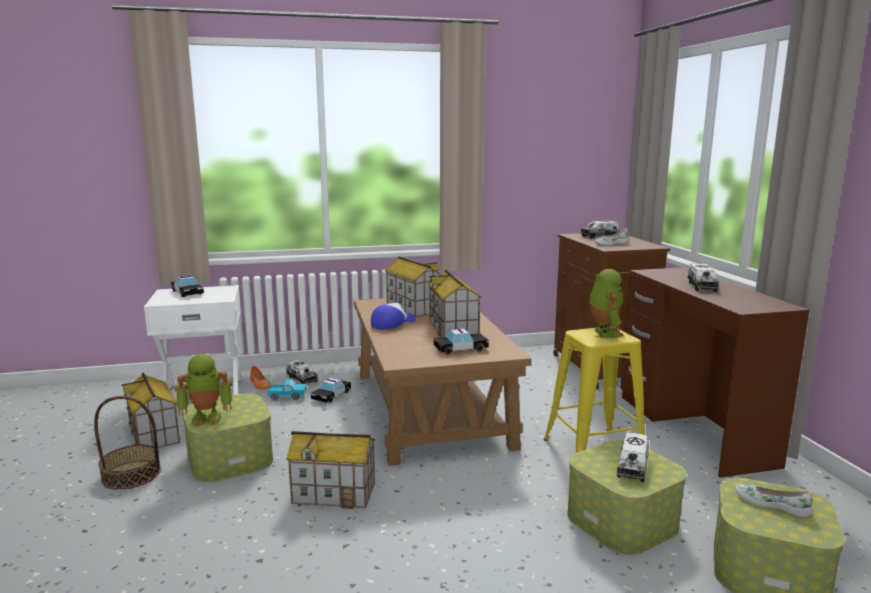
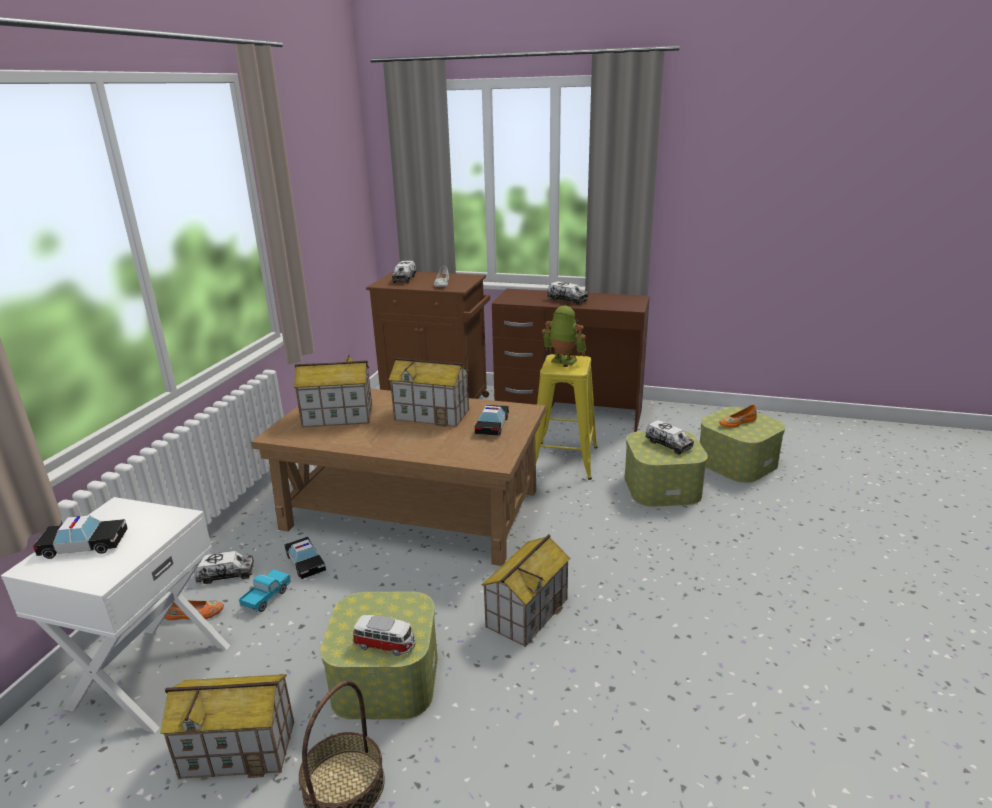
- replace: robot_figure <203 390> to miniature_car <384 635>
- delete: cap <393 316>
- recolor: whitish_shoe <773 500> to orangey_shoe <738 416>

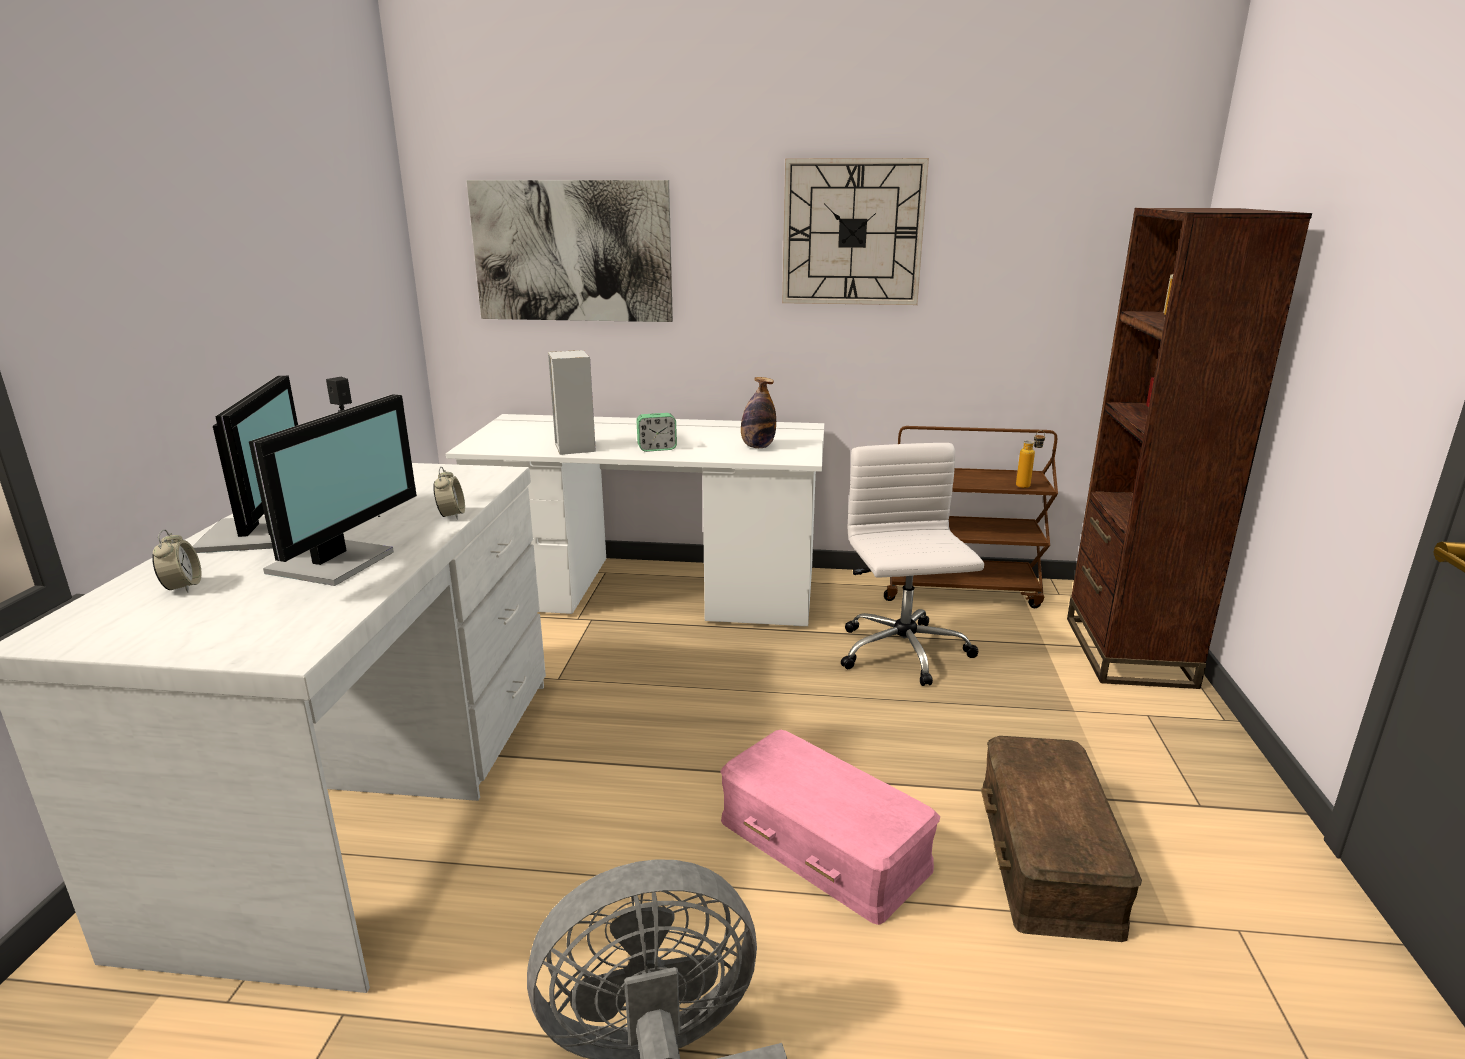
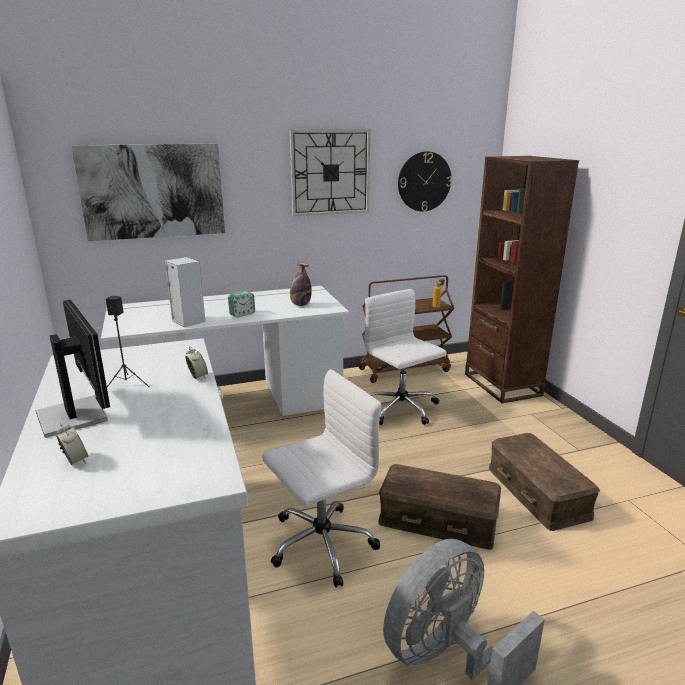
- delete: monitor <333 490>
- recolor: pink-coloured_storage_box <830 827> to brown_storage_box <439 507>
- insert: whitish_office_chair <321 478>
- insert: wall_clock <425 181>

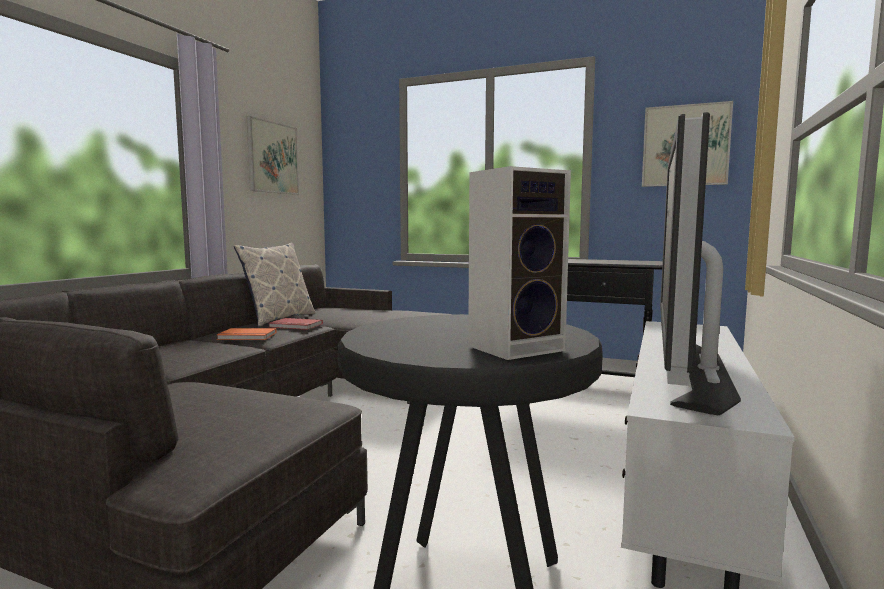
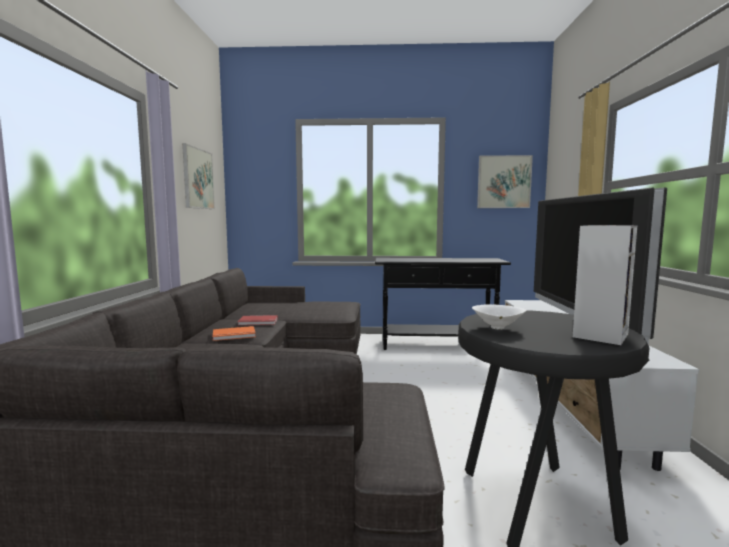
- delete: cushion <274 285>
- insert: whitish_bowl <499 316>

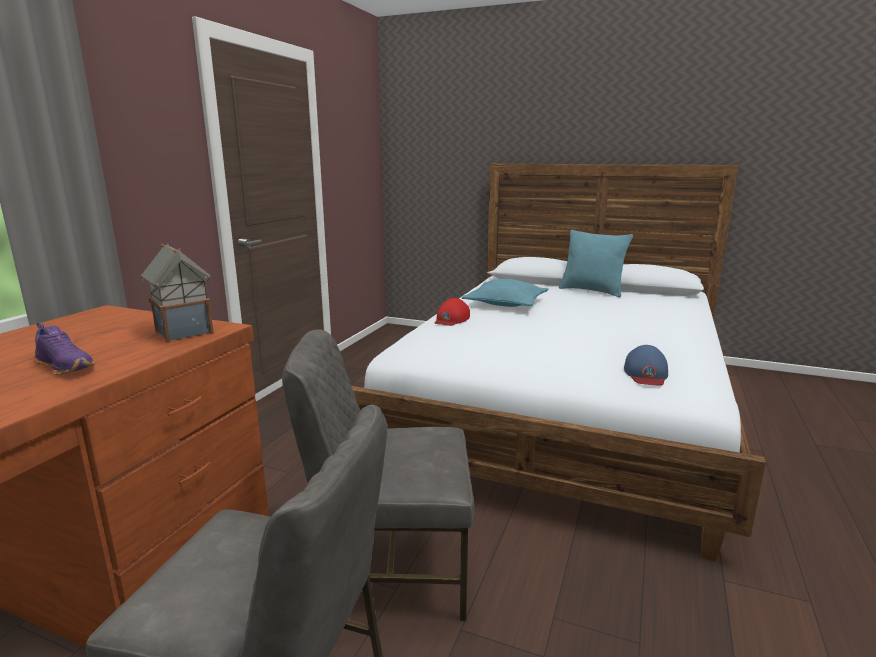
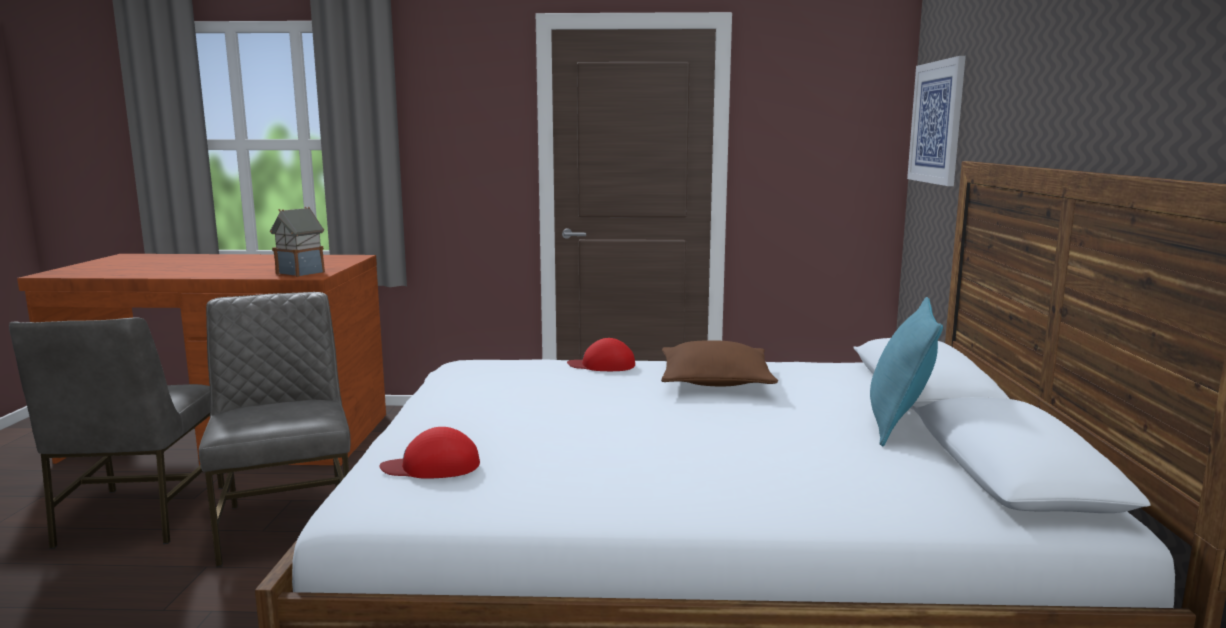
- delete: purplish_shoe <65 349>
- recolor: blue-green_cushion <505 293> to brown_cushion <719 363>
- recolor: blue_cap <646 365> to red_cap <430 453>
- insert: picture <936 121>

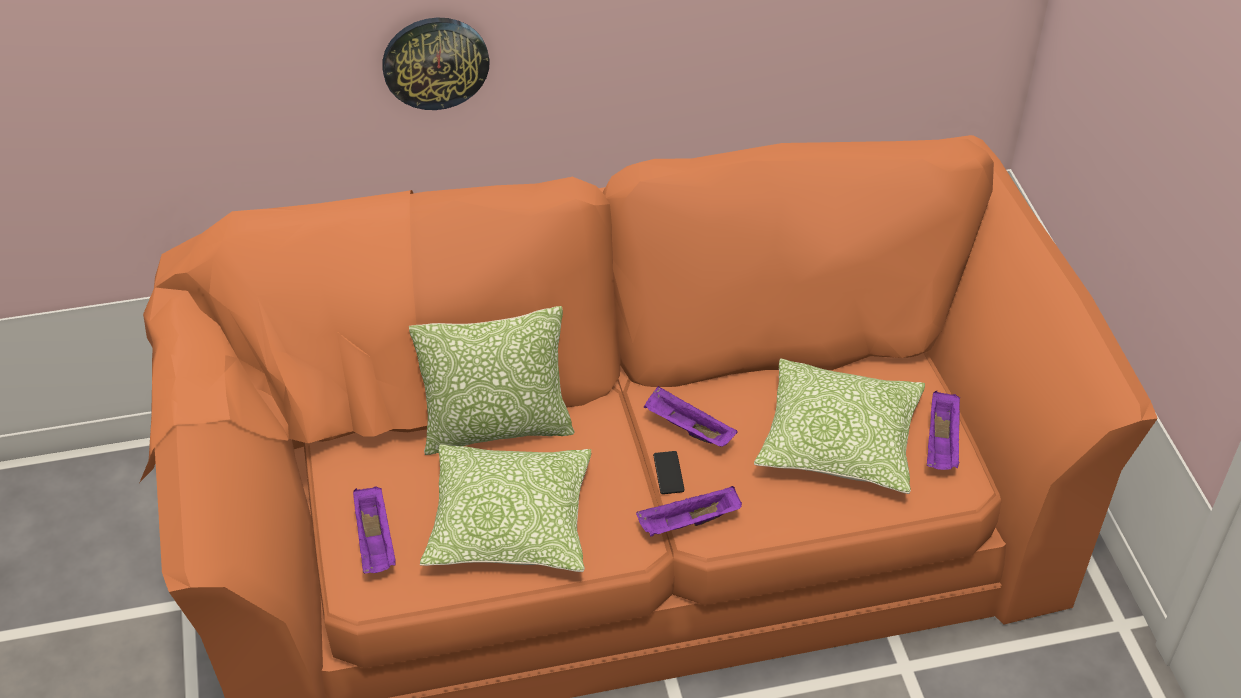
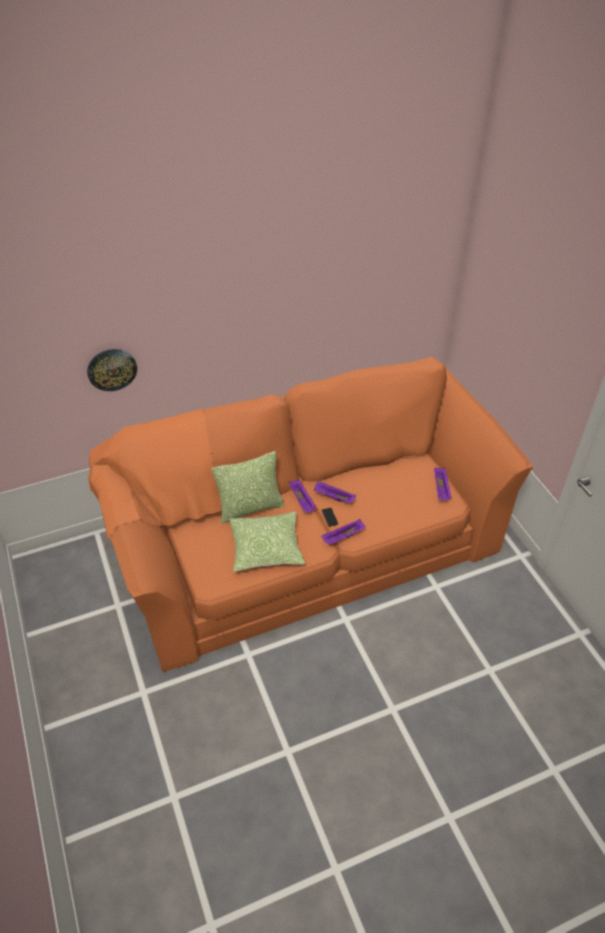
- move: purplish_carrying_tray <374 530> to <302 496>
- move: wall_clock <436 63> to <112 370>
- delete: cushion <839 426>

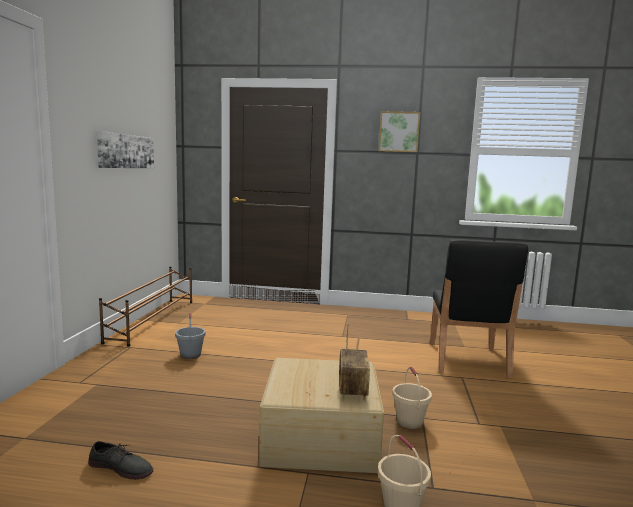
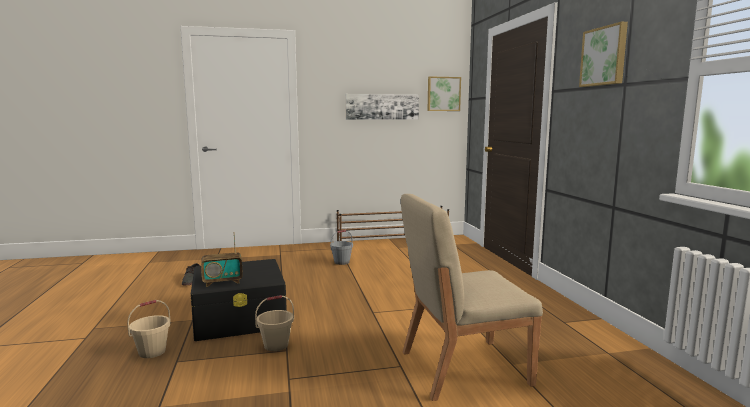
- recolor: sand-coloured_storage_box <321 415> to black_storage_box <239 300>
- recolor: black_plain_chair <479 309> to sand-coloured_plain_chair <472 297>
- insert: picture <444 94>

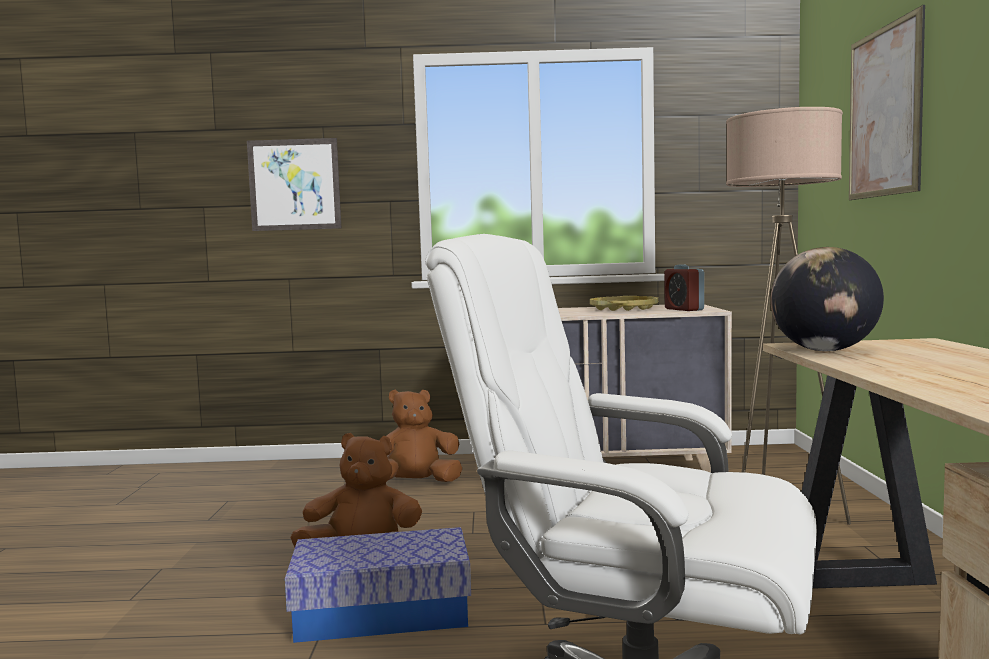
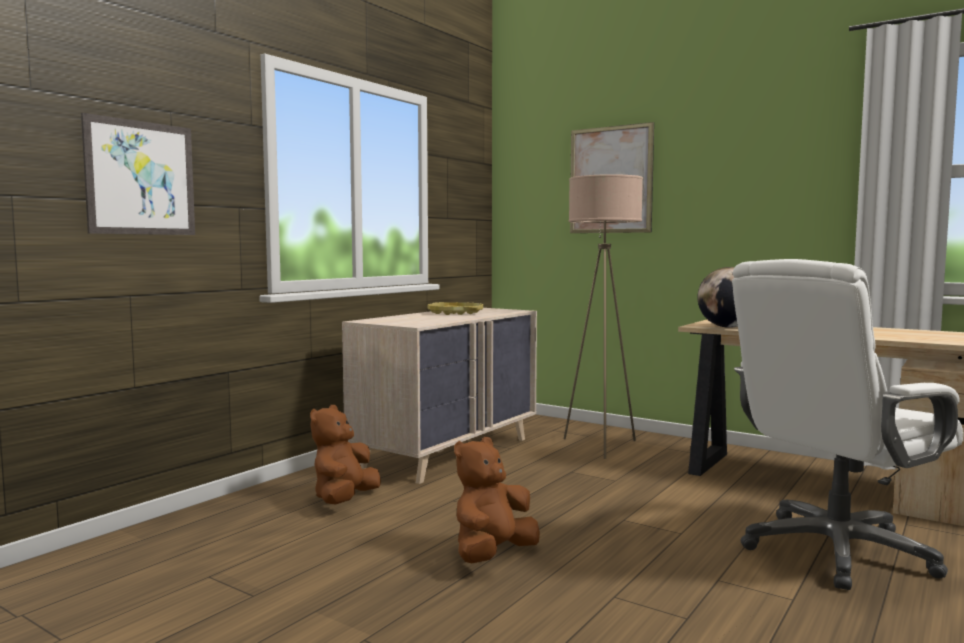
- delete: storage_box <378 585>
- delete: table_clock <684 287>

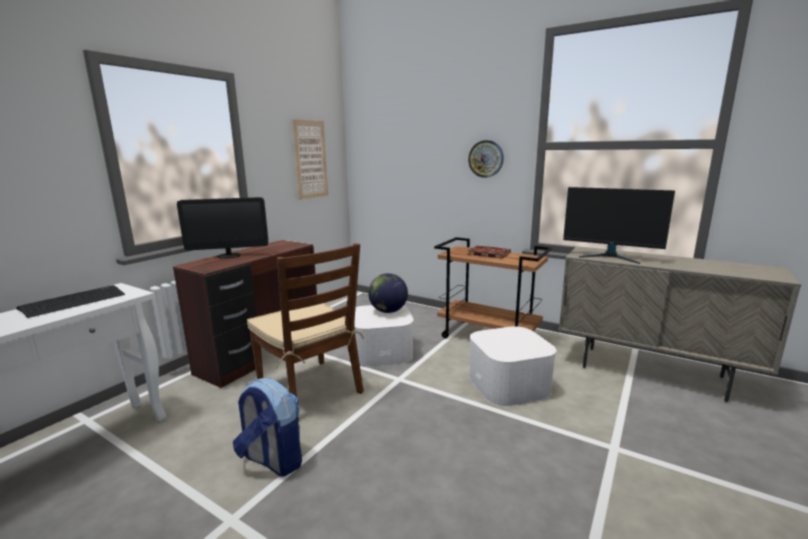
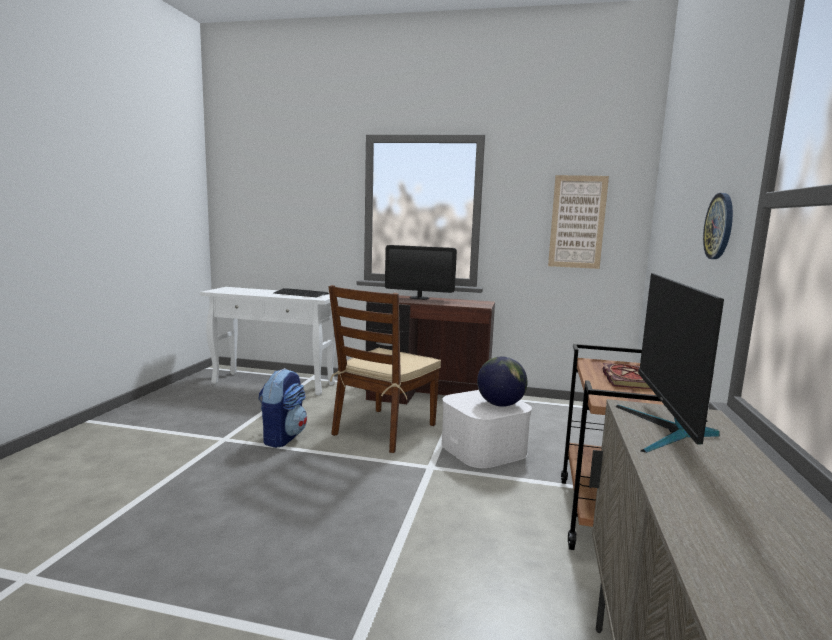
- rotate: monitor <222 228> = <421 272> 45 degrees counterclockwise
- delete: whitish_storage_box <512 366>

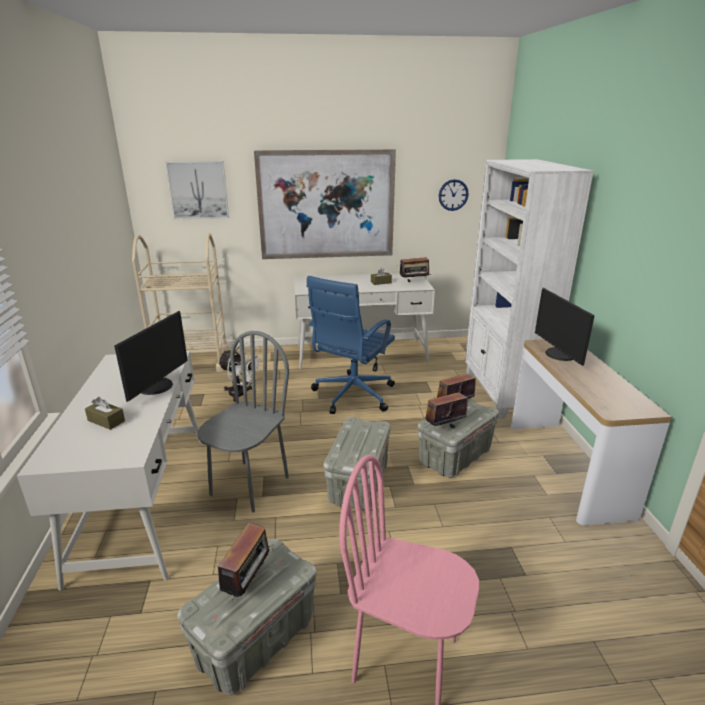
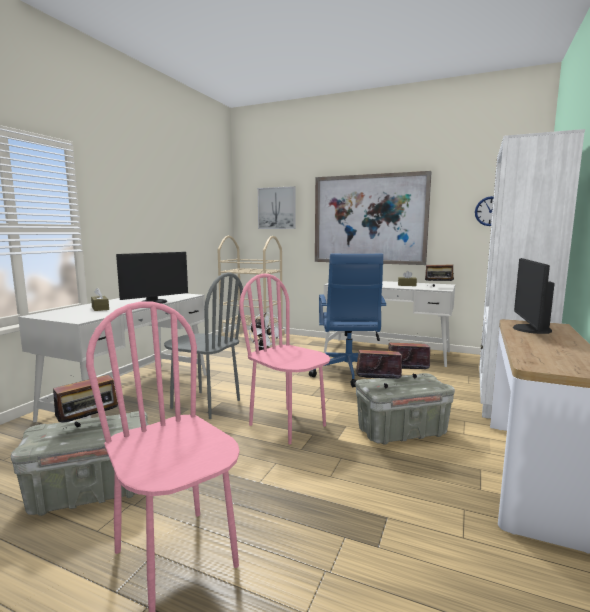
- rotate: greyish_plain_chair <243 421> = <203 346> 60 degrees clockwise
- rotate: blue_office_chair <351 345> = <347 320> 60 degrees counterclockwise
- replace: greyish_storage_box <357 463> to pink-coloured_plain_chair <284 359>

